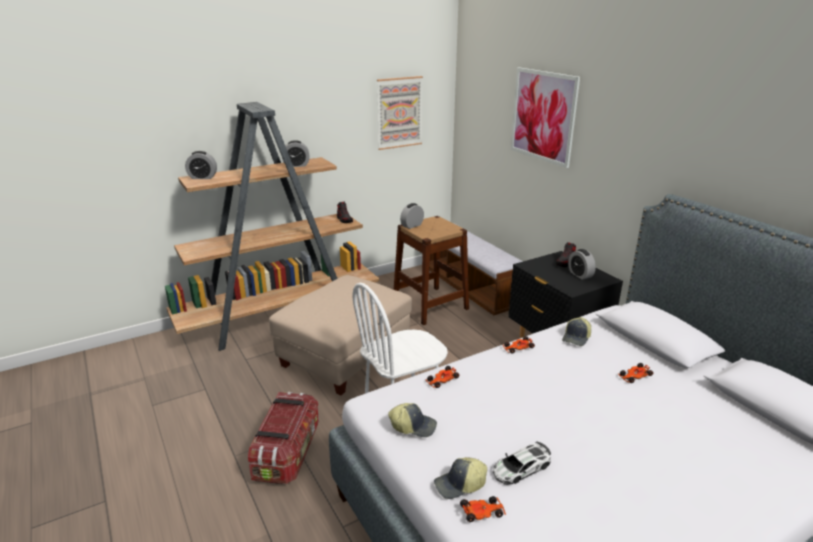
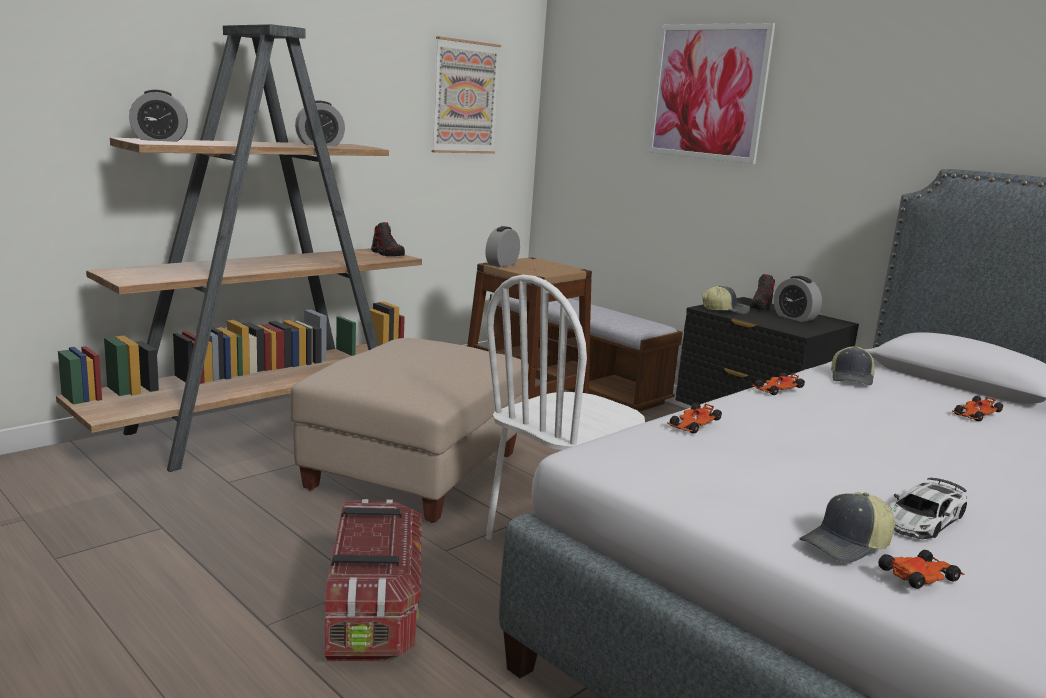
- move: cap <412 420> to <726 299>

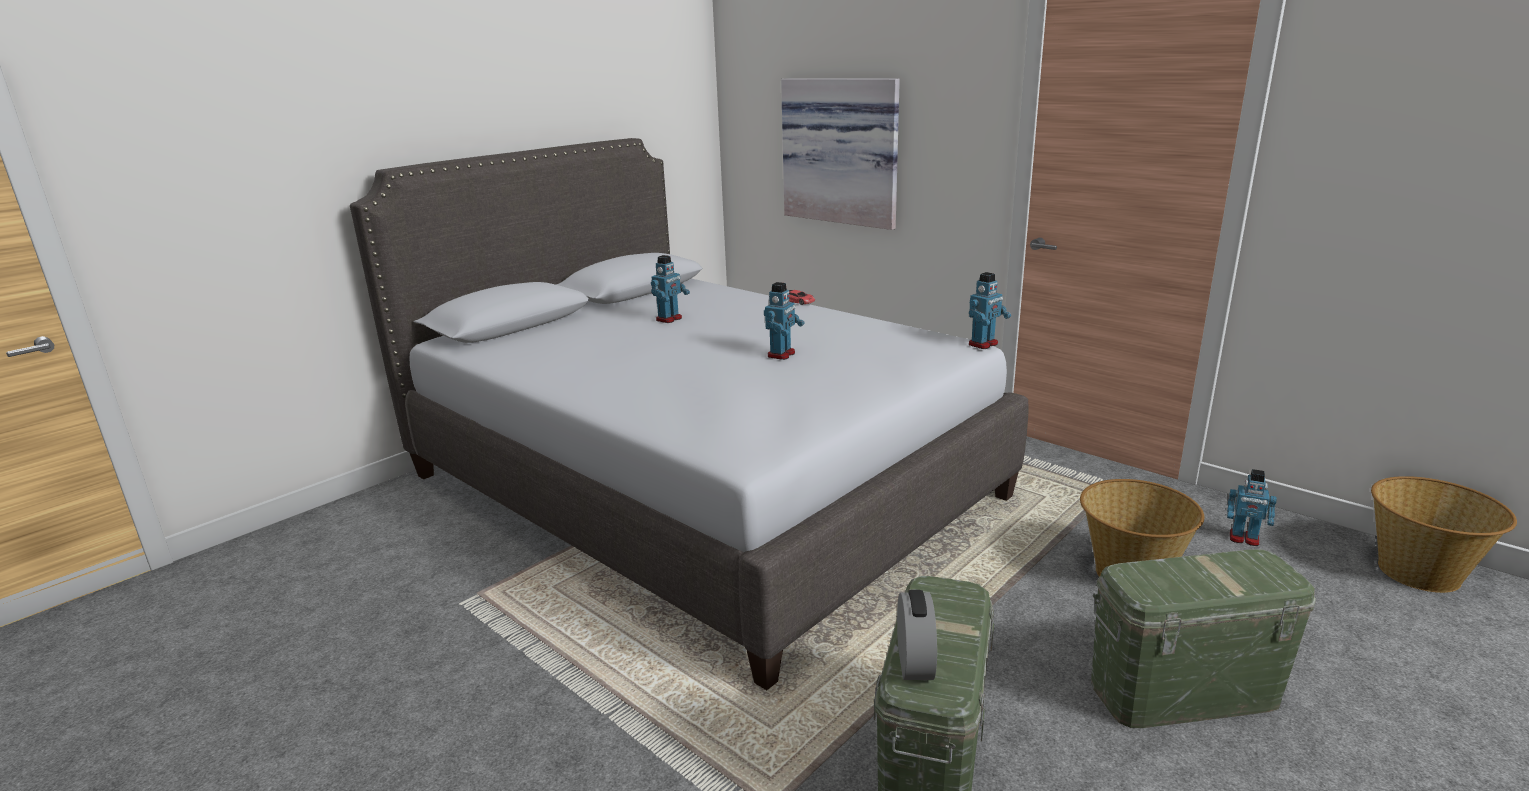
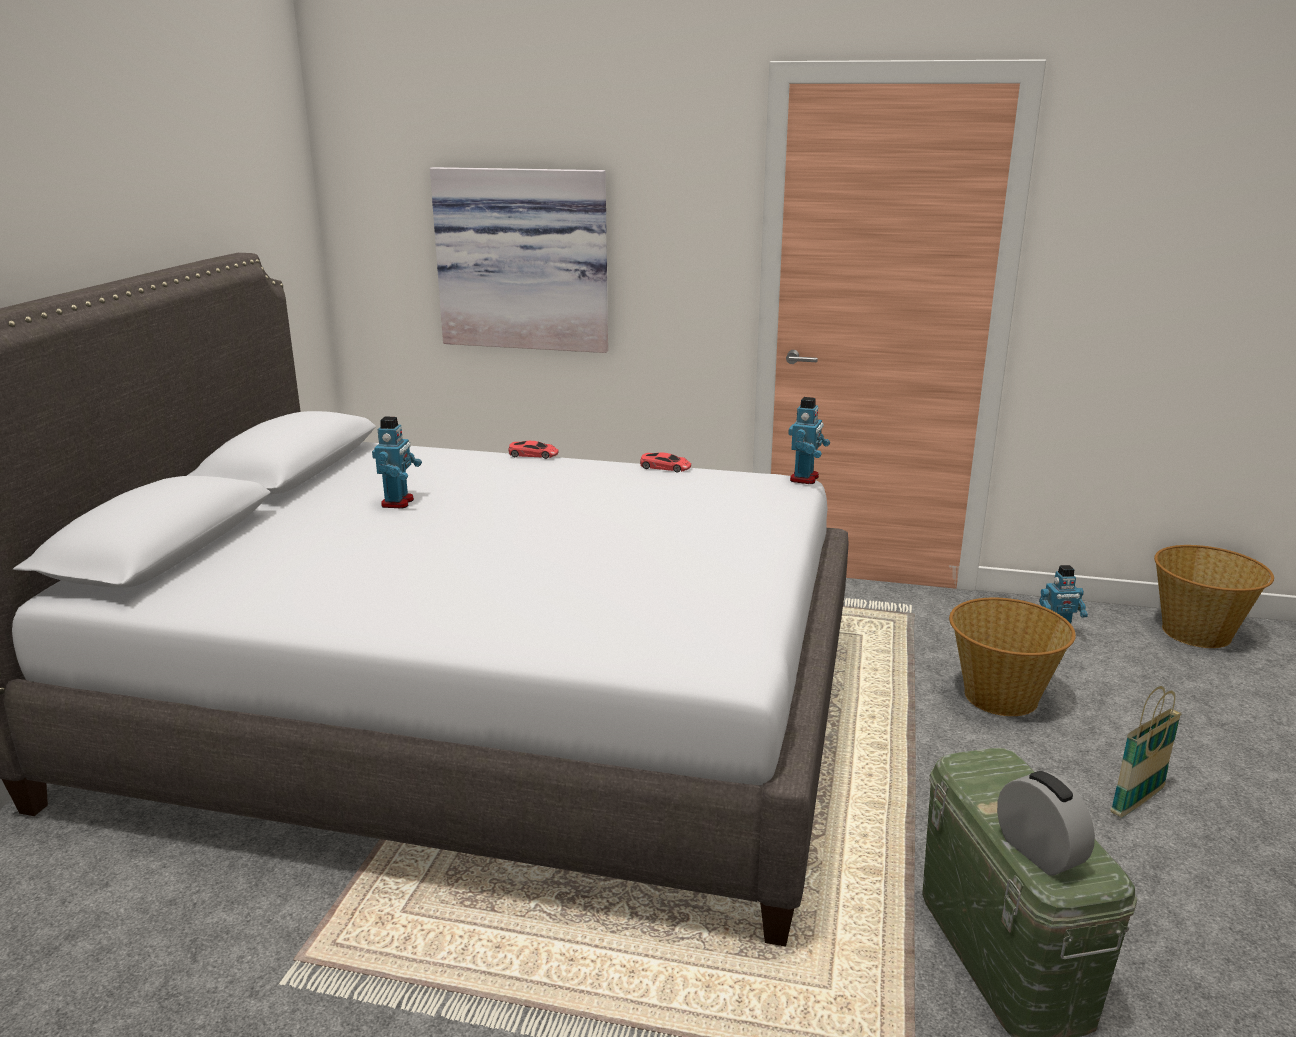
- delete: robot_figure <784 321>
- replace: green_storage_box <1203 638> to storage_basket <1146 752>
- insert: red_miniature_car <665 462>

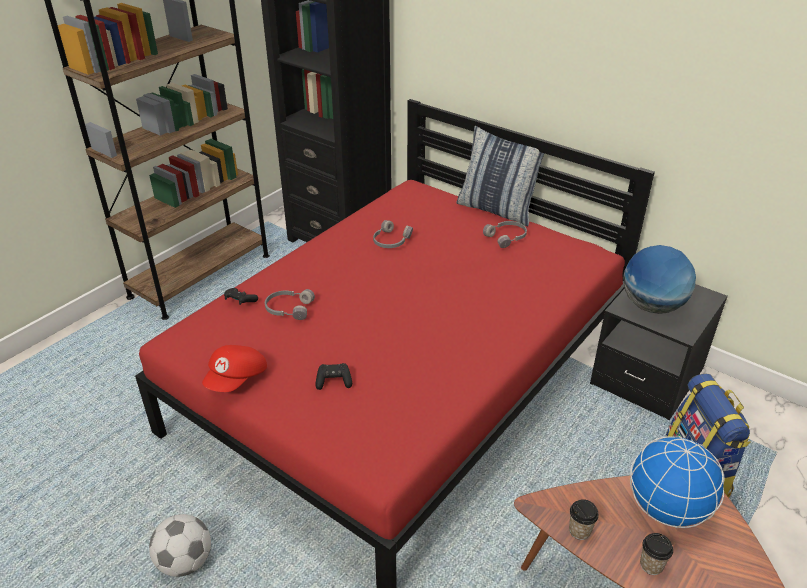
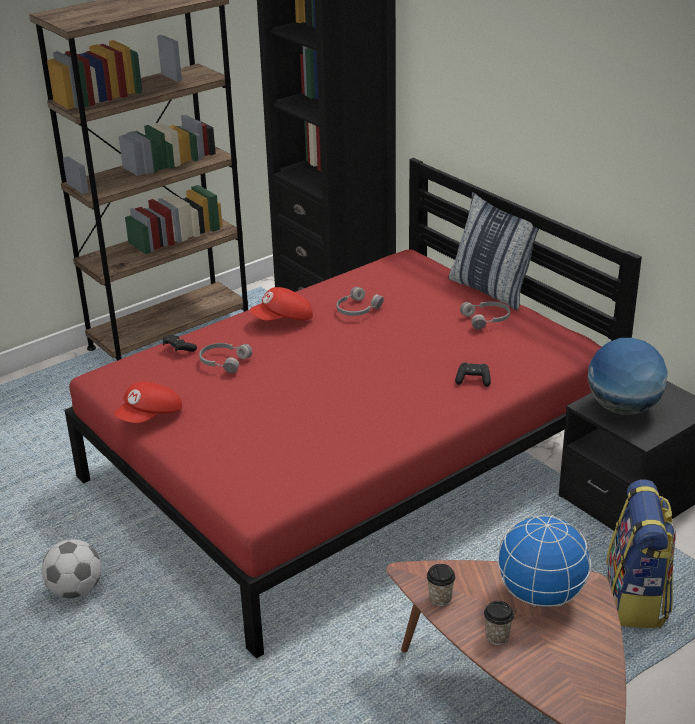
- move: black_joypad <333 376> to <473 374>
- insert: red_cap <281 304>

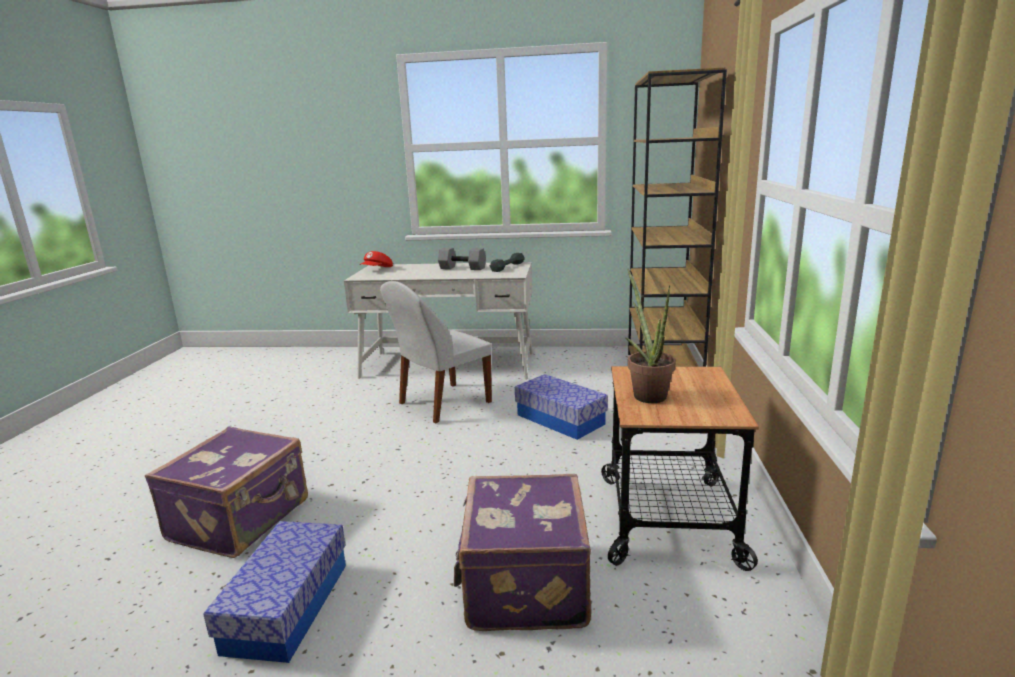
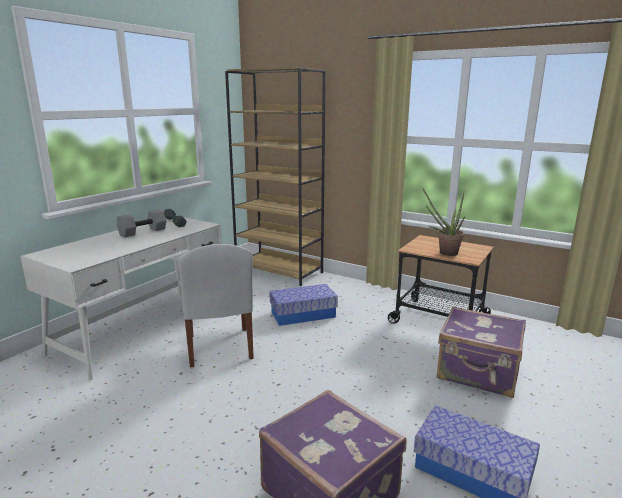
- delete: red_cap <376 259>

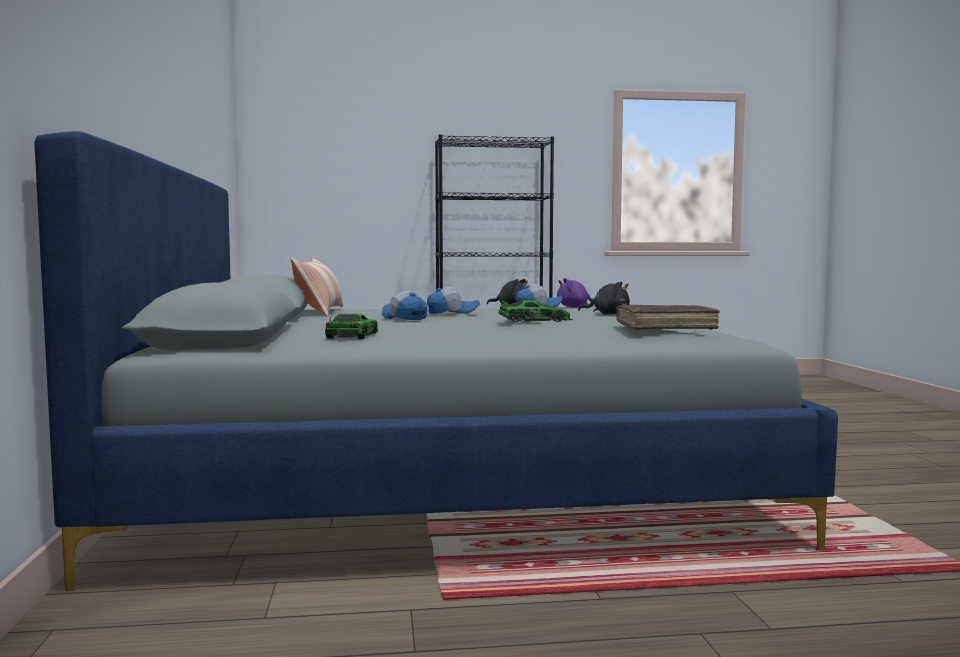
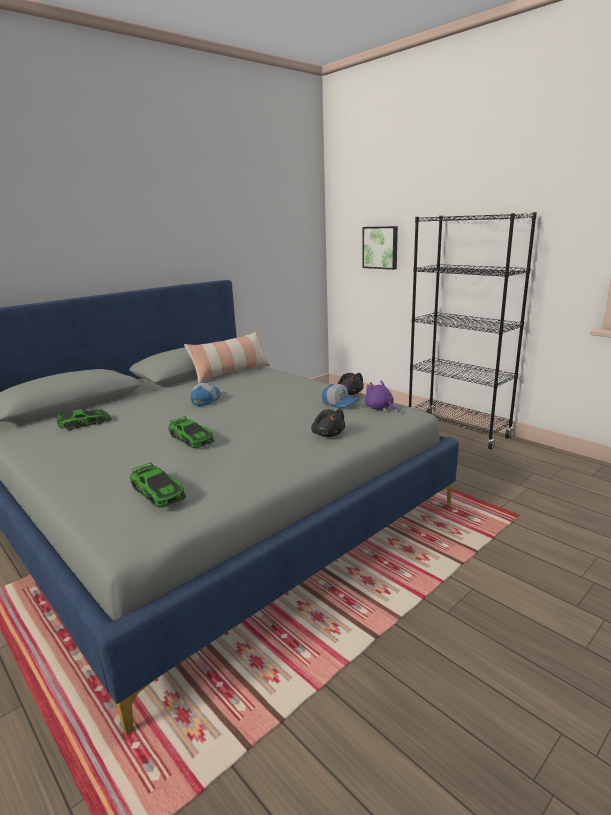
- delete: cap <453 300>
- replace: brown_book <668 317> to miniature_car <158 485>
- insert: picture <380 248>

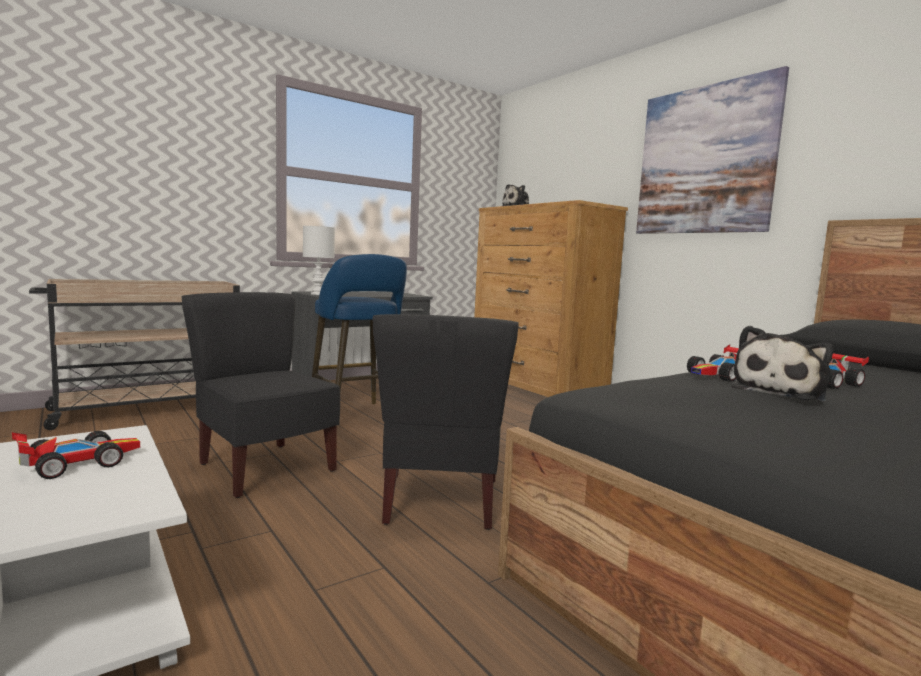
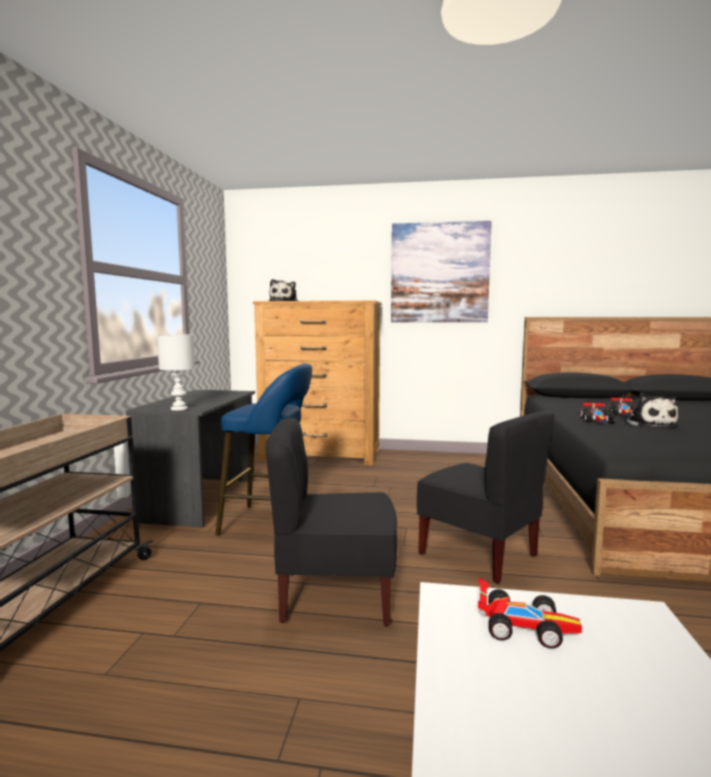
- rotate: miniature_car <76 455> = <530 613> 105 degrees clockwise

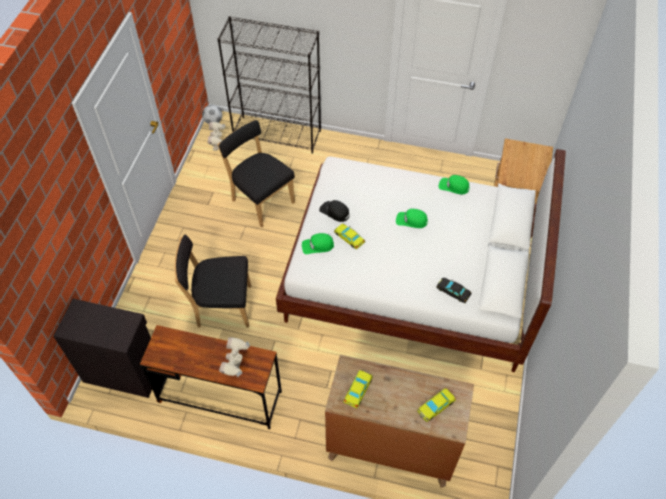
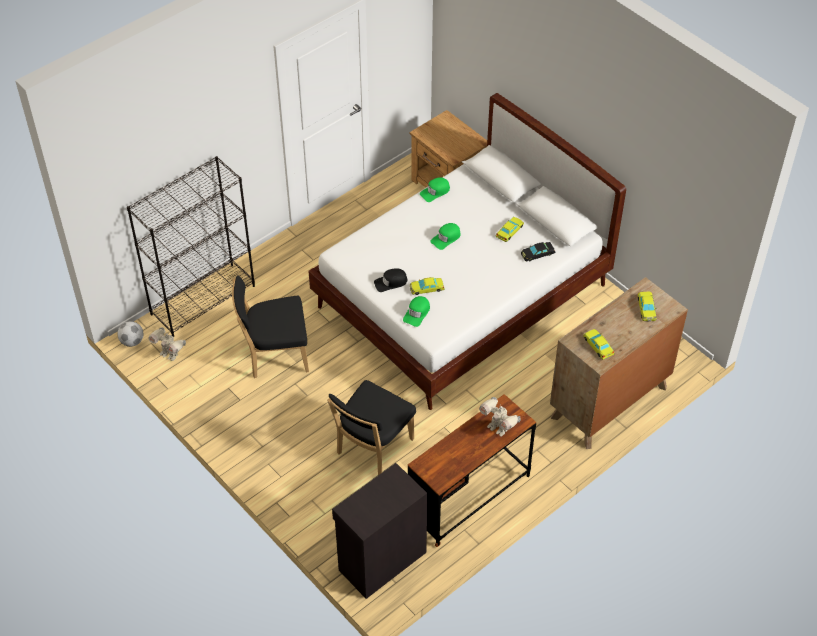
- insert: yellow-coloured_miniature_car <510 229>

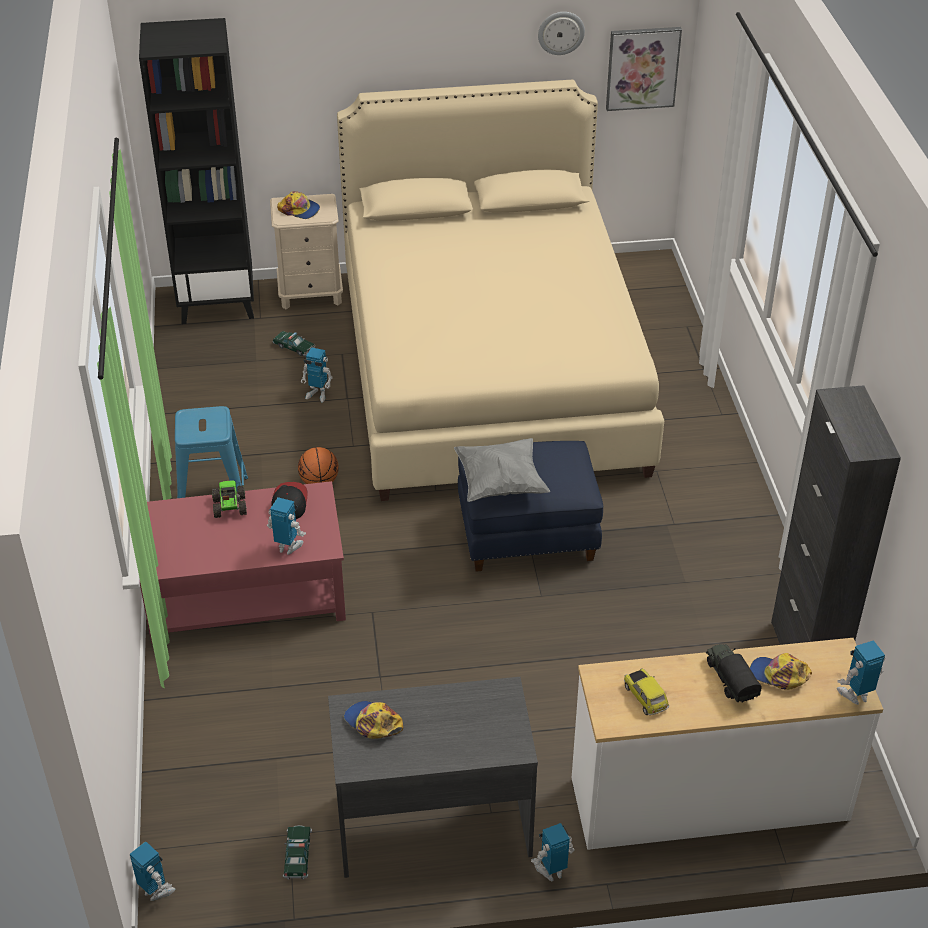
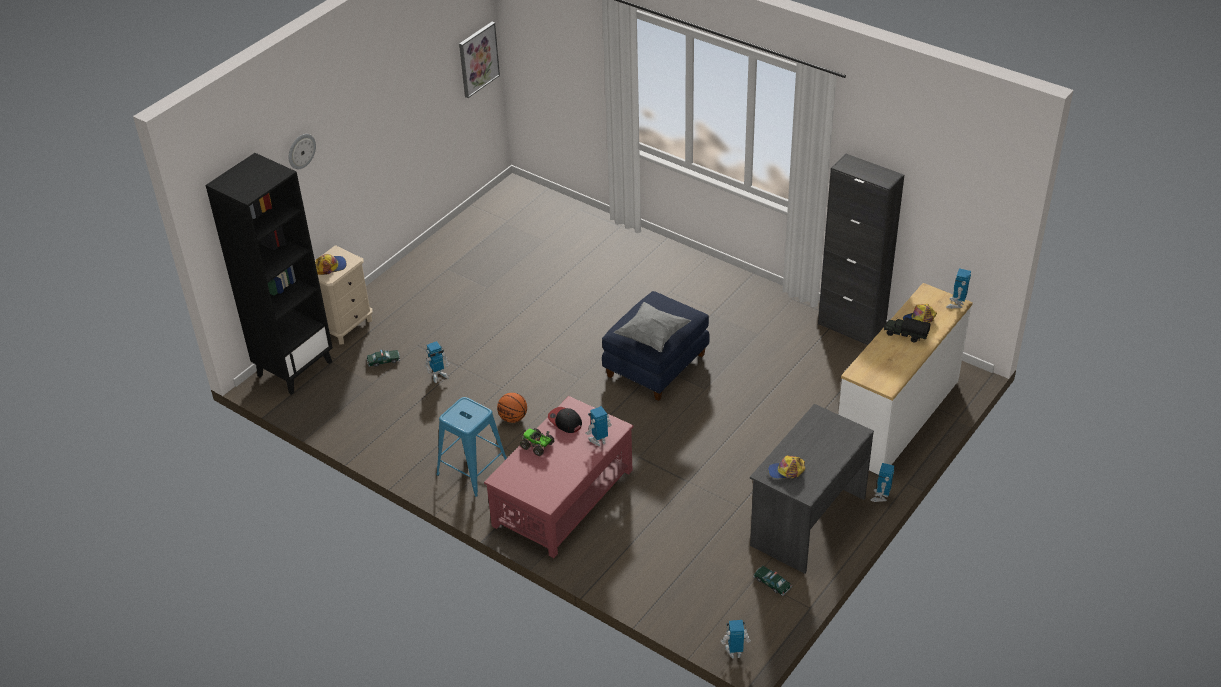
- delete: sand-coloured_sleeping_bed <500 290>
- move: wall_clock <561 33> to <302 151>
- delete: miniature_car <646 691>

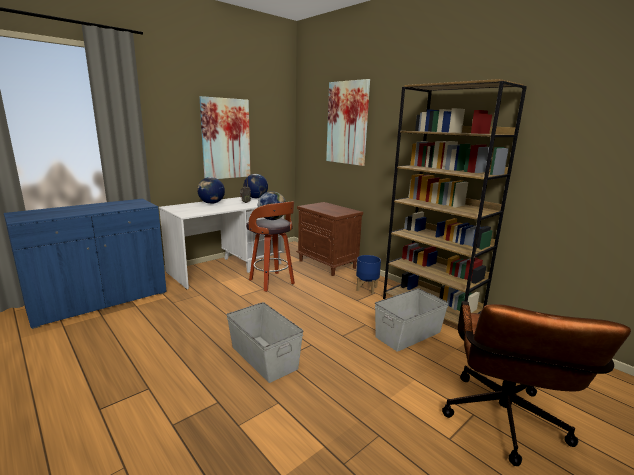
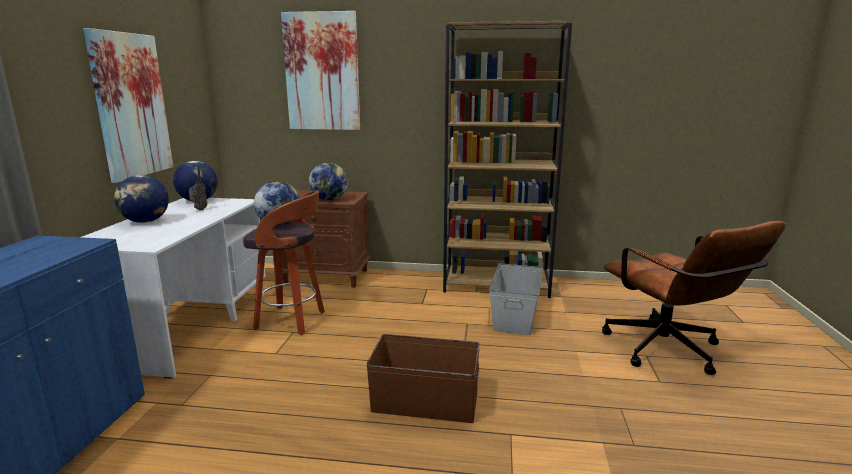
- recolor: greyish_storage_box <264 342> to brown_storage_box <423 378>
- delete: blue_flower_pot <368 274>
- insert: globe <328 182>

